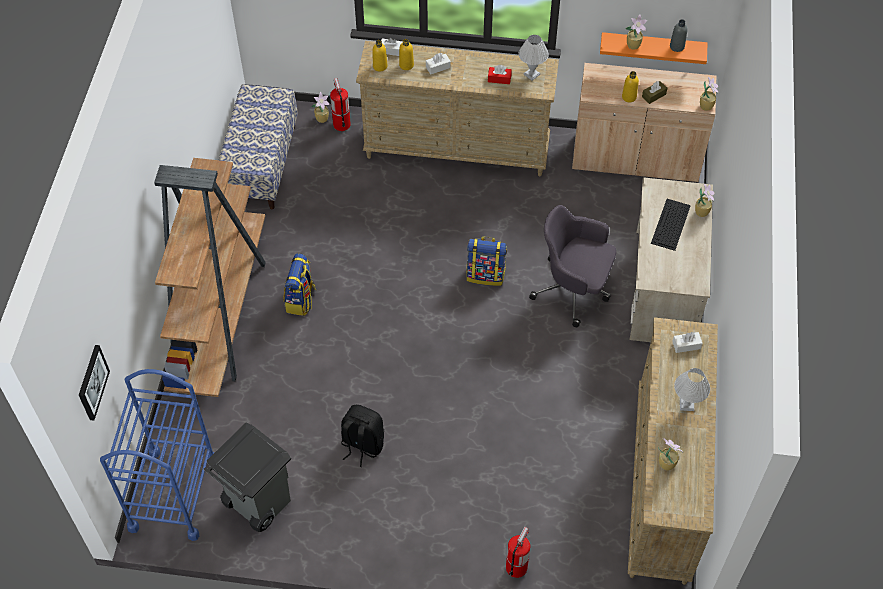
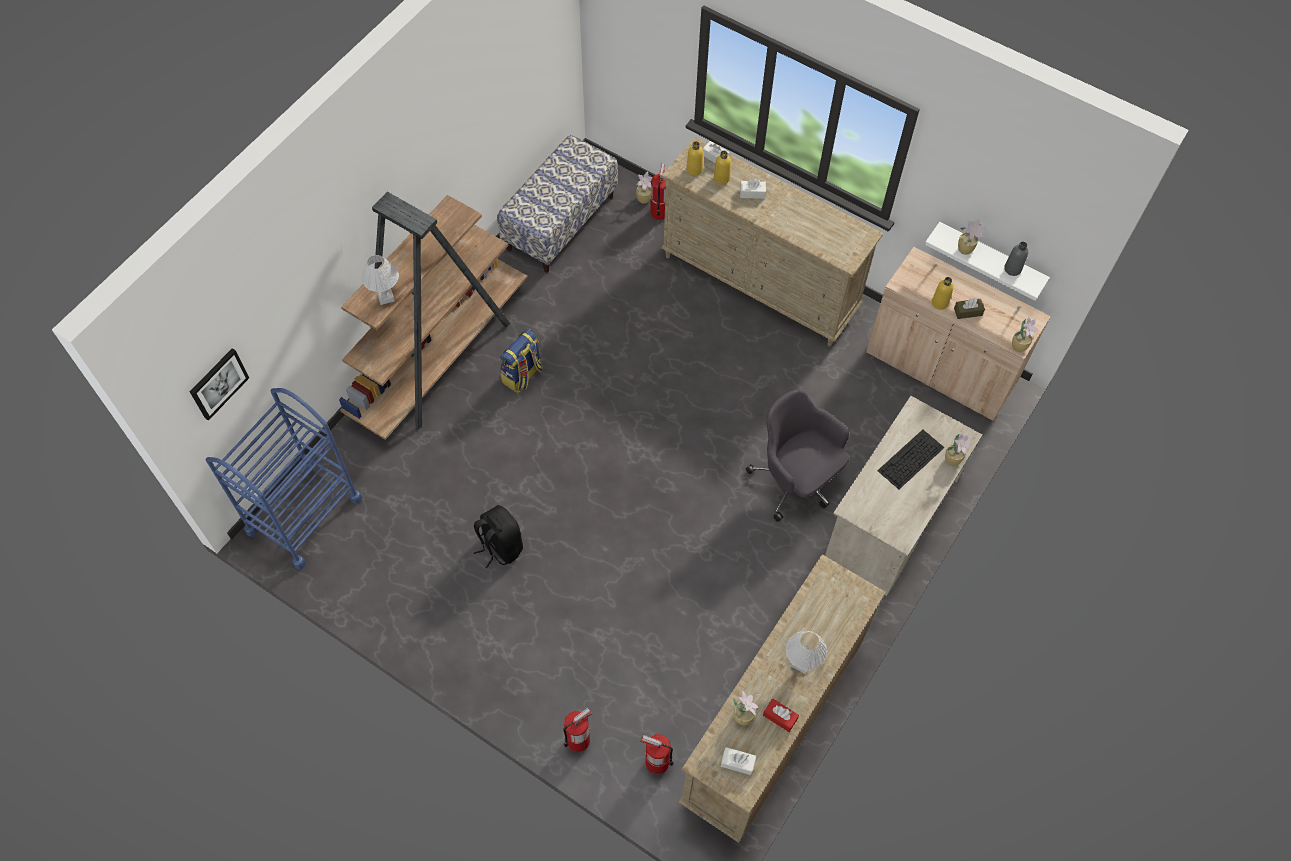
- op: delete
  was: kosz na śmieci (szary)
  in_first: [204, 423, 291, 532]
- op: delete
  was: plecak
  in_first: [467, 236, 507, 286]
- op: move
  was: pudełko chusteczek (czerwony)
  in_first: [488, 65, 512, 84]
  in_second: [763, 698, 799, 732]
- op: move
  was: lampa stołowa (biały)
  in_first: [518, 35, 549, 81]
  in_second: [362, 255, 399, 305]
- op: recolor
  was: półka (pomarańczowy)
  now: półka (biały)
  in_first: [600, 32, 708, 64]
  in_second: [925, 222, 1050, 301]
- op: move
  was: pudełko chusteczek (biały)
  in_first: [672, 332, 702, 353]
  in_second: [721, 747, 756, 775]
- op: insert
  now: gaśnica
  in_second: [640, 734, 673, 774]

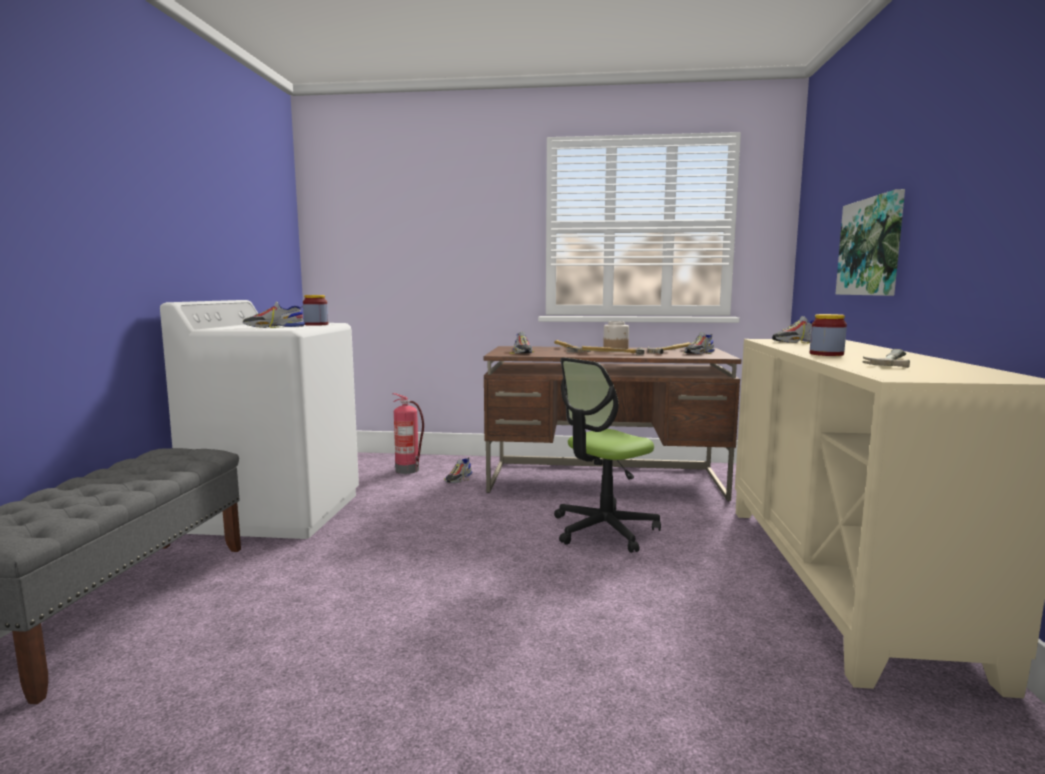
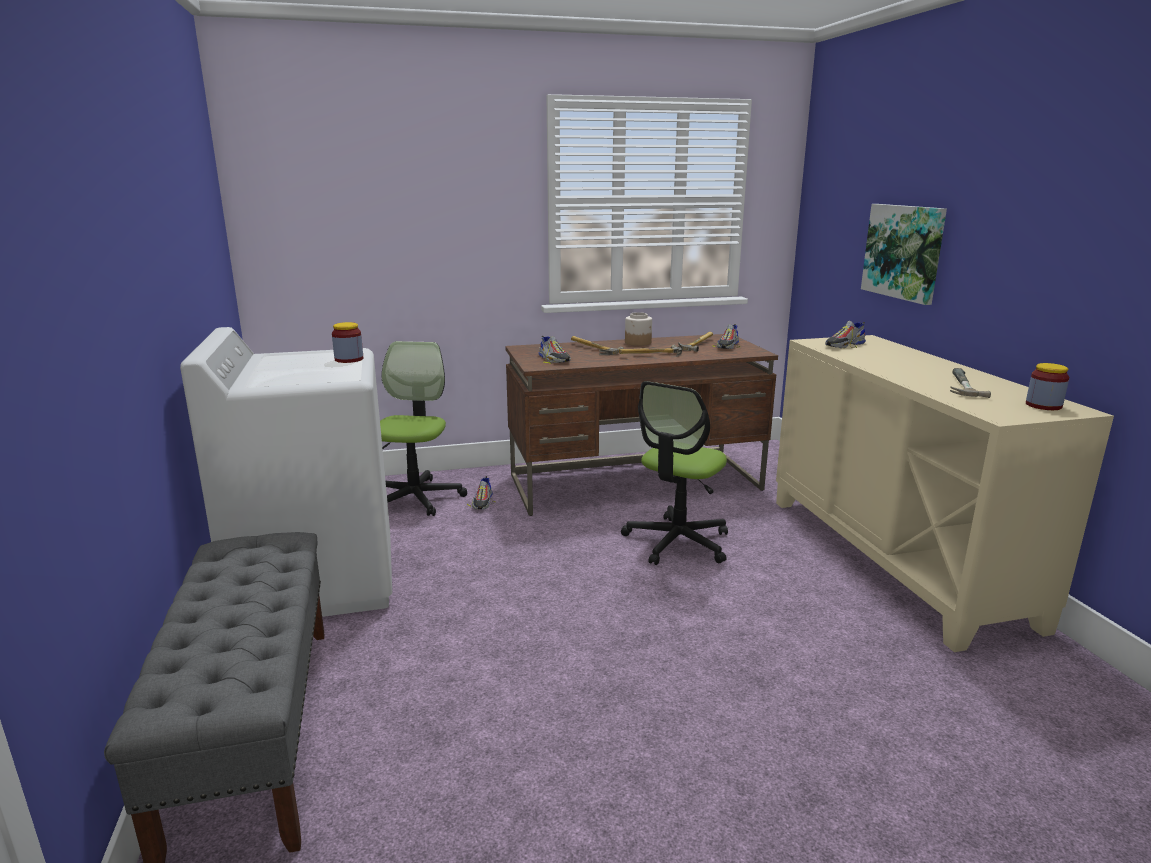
- op: delete
  was: but
  in_first: [243, 302, 305, 328]
- op: replace
  was: gaśnica
  now: krzesło biurowe
  in_first: [393, 393, 424, 474]
  in_second: [380, 341, 467, 516]
- op: move
  was: słoik
  in_first: [810, 314, 847, 356]
  in_second: [1026, 363, 1069, 410]

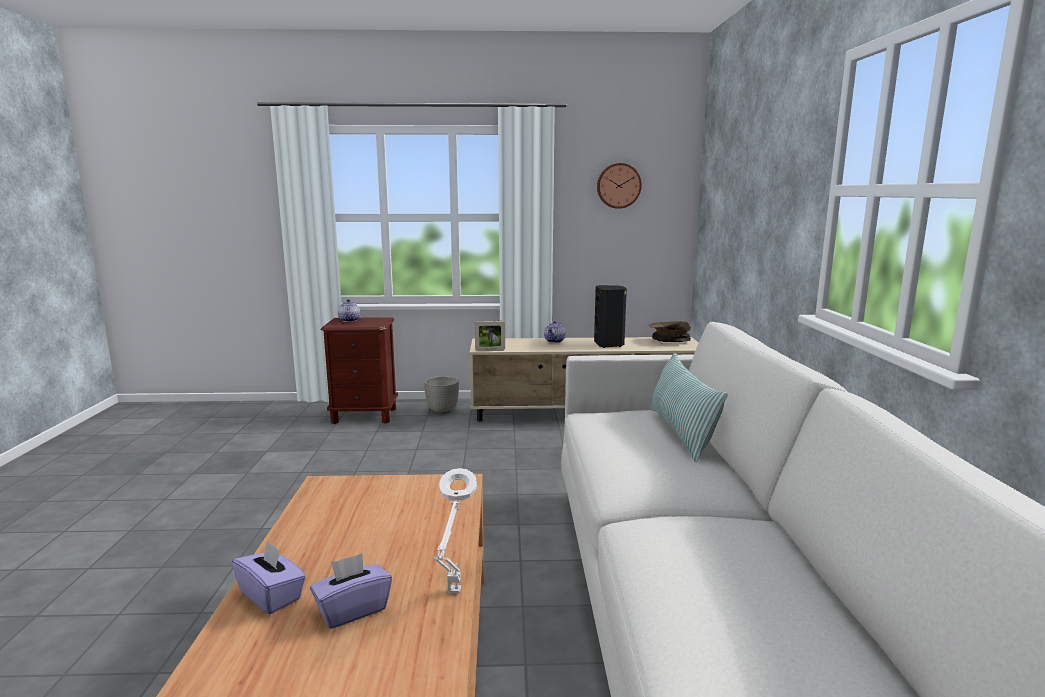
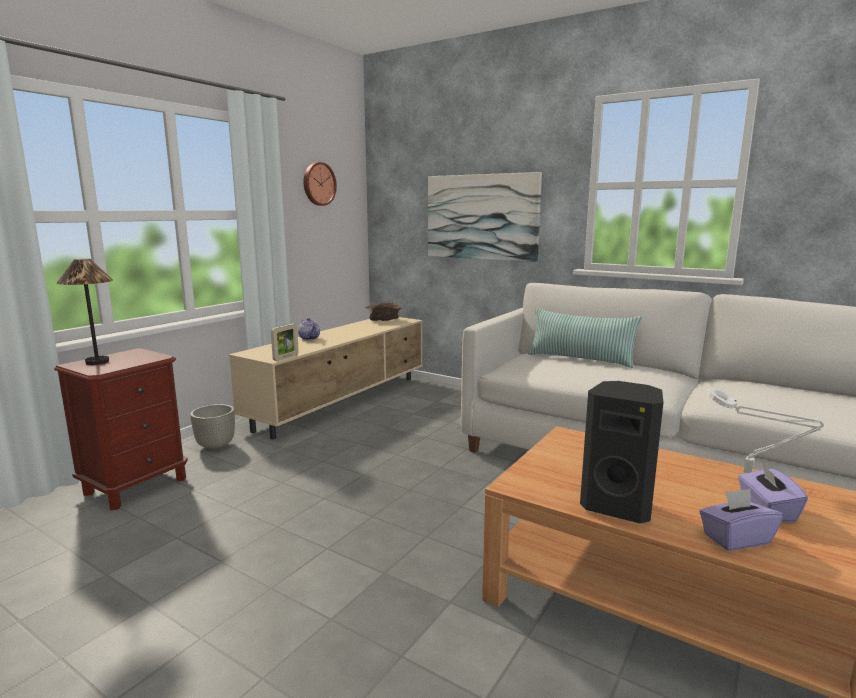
- op: replace
  was: imbryk
  now: lampa stołowa
  in_first: [338, 299, 360, 322]
  in_second: [57, 258, 113, 365]
- op: move
  was: głośnik (czarny)
  in_first: [594, 285, 627, 348]
  in_second: [580, 381, 663, 524]
- op: insert
  now: obraz
  in_second: [428, 172, 542, 262]

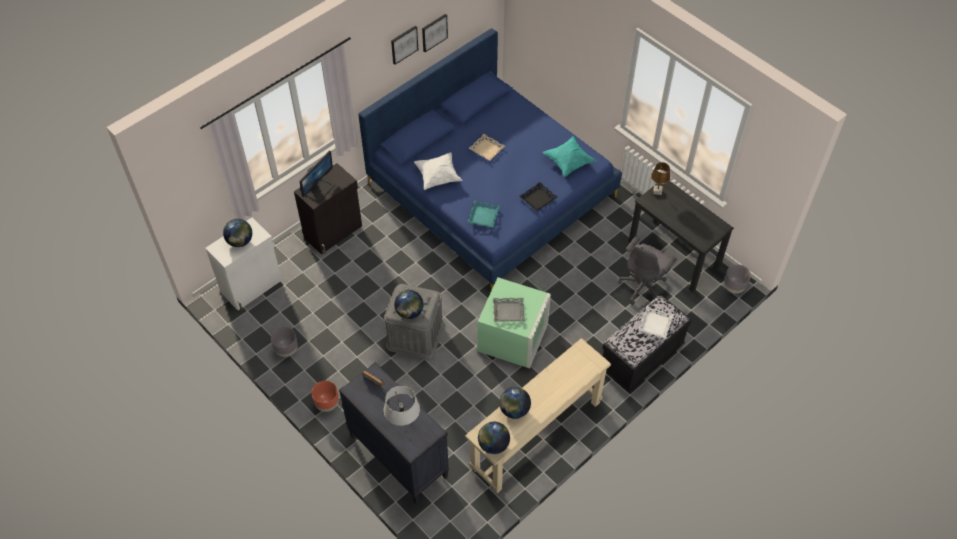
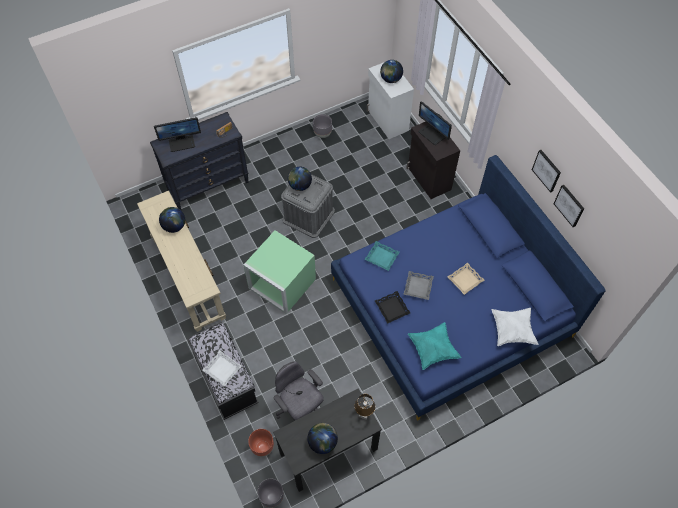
- op: move
  was: donica (brązowy)
  in_first: [312, 381, 339, 412]
  in_second: [248, 429, 274, 457]
- op: replace
  was: lampa stołowa (szary)
  now: monitor
  in_first: [384, 386, 420, 426]
  in_second: [154, 117, 201, 152]
- op: move
  was: poduszka (biały)
  in_first: [414, 152, 462, 190]
  in_second: [491, 308, 538, 346]
- op: move
  was: globus
  in_first: [478, 422, 510, 454]
  in_second: [307, 423, 338, 454]
- op: move
  was: taca (szary)
  in_first: [493, 298, 525, 322]
  in_second: [403, 271, 434, 300]

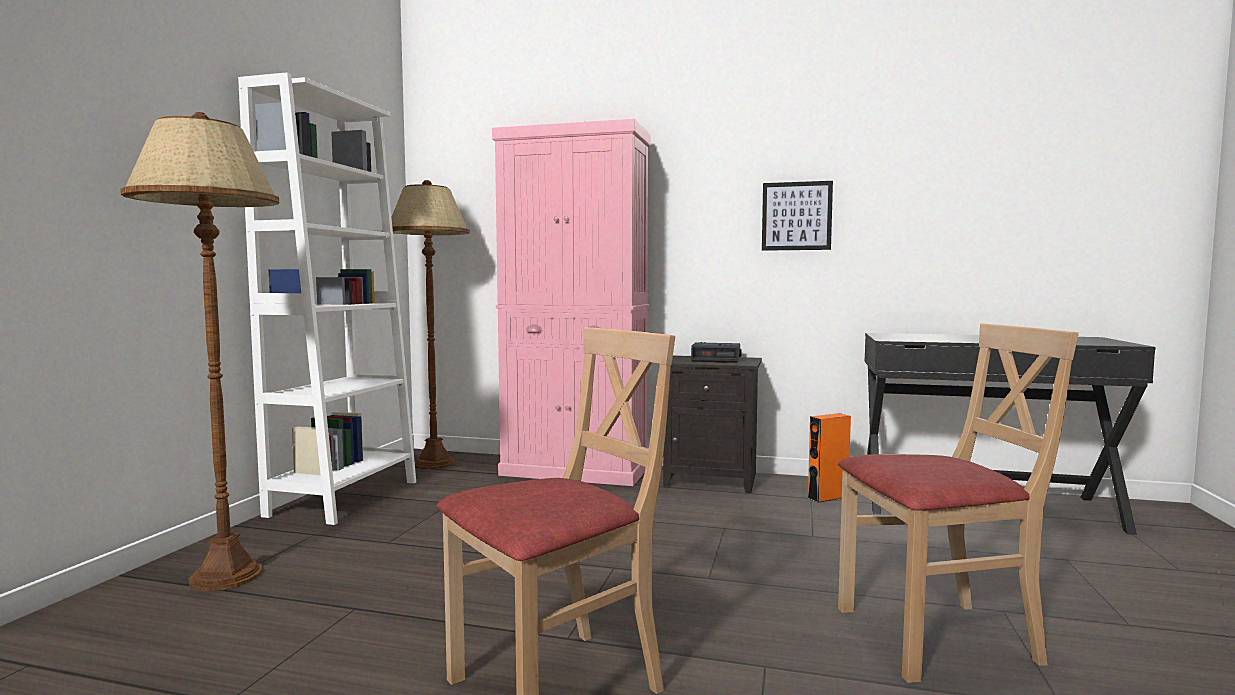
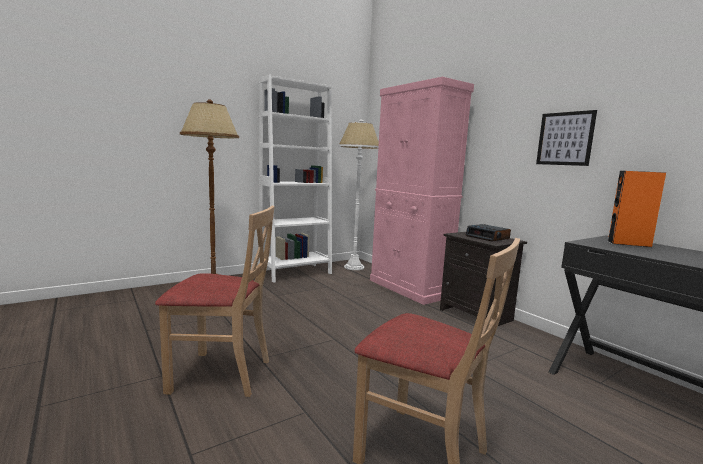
- op: recolor
  was: lampa stojąca (brązowy)
  now: lampa stojąca (biały)
  in_first: [391, 180, 470, 469]
  in_second: [338, 119, 379, 270]
- op: move
  was: głośnik (pomarańczowy)
  in_first: [808, 413, 851, 503]
  in_second: [607, 171, 666, 247]

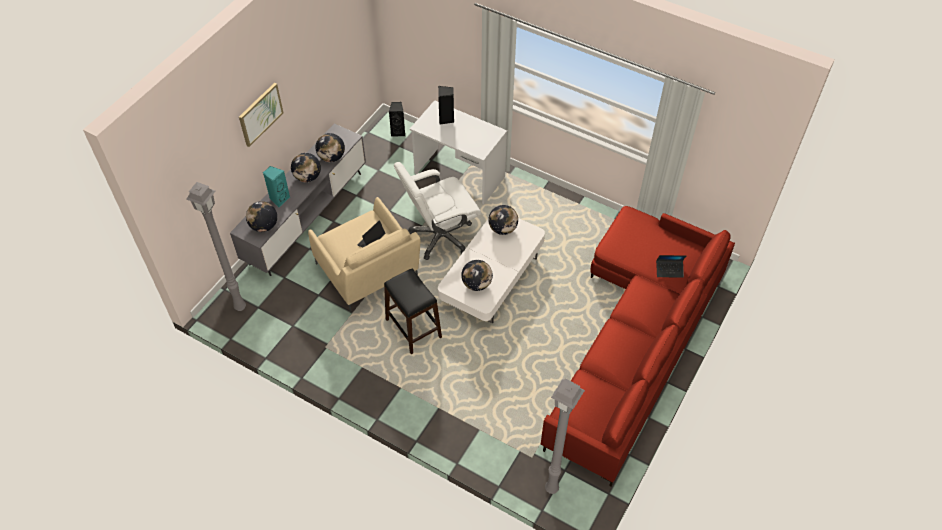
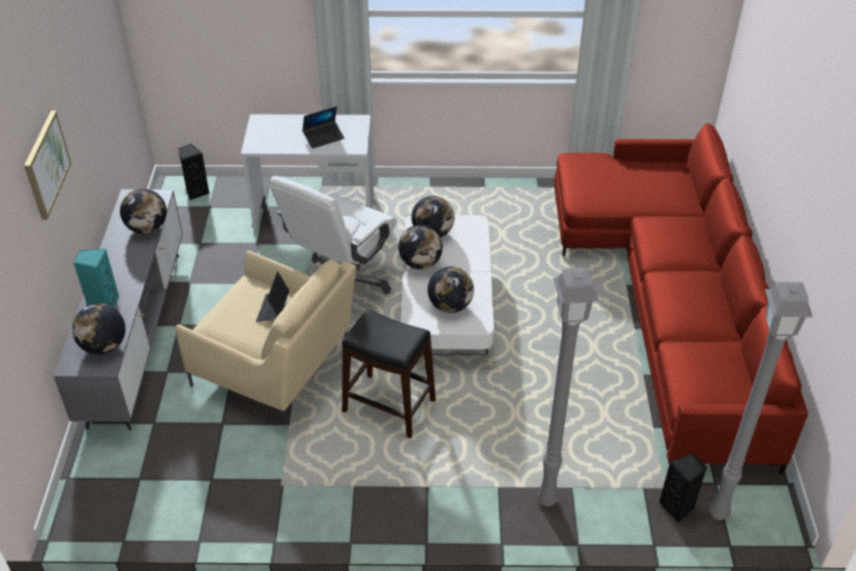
- op: move
  was: lampa stojąca (szary)
  in_first: [186, 182, 246, 311]
  in_second: [537, 268, 599, 506]
- op: move
  was: globus
  in_first: [291, 153, 321, 182]
  in_second: [398, 225, 443, 269]
- op: move
  was: głośnik (czarny)
  in_first: [438, 86, 454, 125]
  in_second: [659, 453, 707, 523]
- op: move
  was: laptop
  in_first: [656, 255, 686, 278]
  in_second: [302, 106, 344, 149]

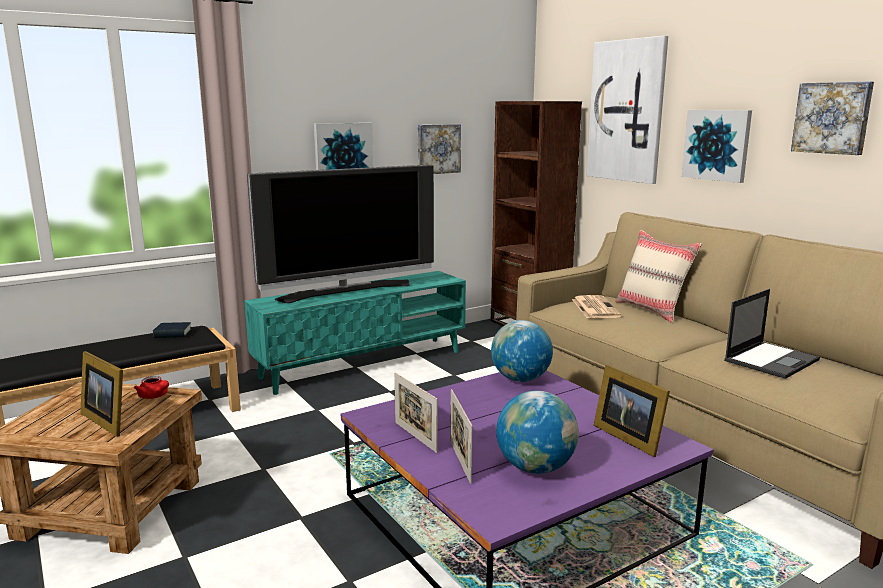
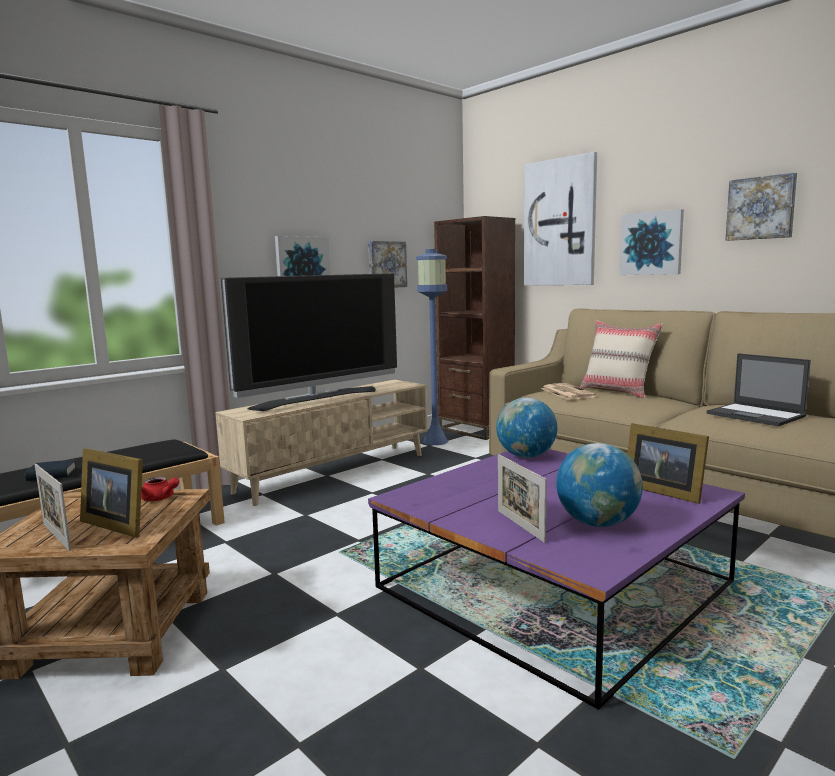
- op: move
  was: książka
  in_first: [153, 322, 192, 338]
  in_second: [25, 459, 77, 481]
- op: recolor
  was: szafka pod telewizor (turkusowy)
  now: szafka pod telewizor (beżowy)
  in_first: [244, 271, 466, 395]
  in_second: [215, 380, 427, 506]
- op: move
  was: ramka na zdjęcie
  in_first: [394, 372, 438, 453]
  in_second: [35, 464, 71, 551]
- op: rotate
  was: laptop
  in_first: [724, 289, 820, 379]
  in_second: [707, 353, 811, 426]
  clockwise: 105
- op: insert
  now: lampa stojąca (niebieski)
  in_second: [416, 249, 448, 445]

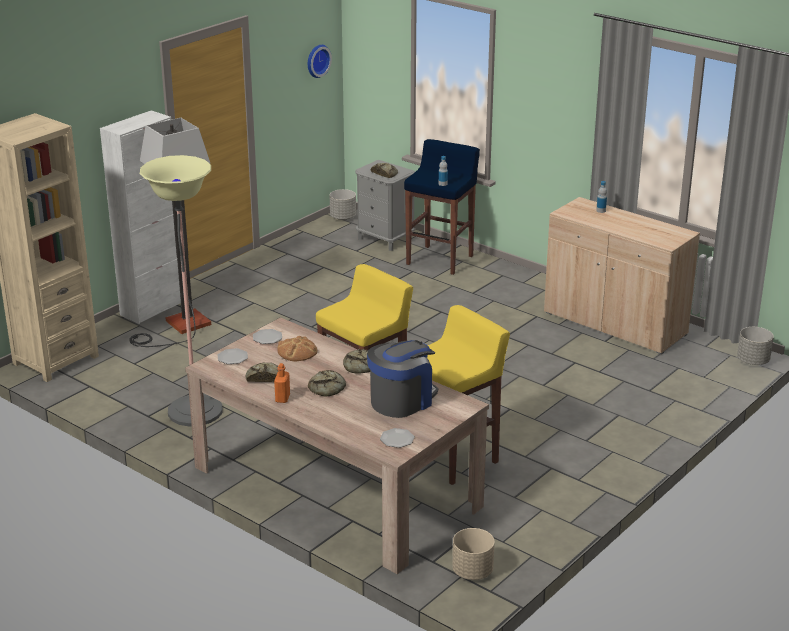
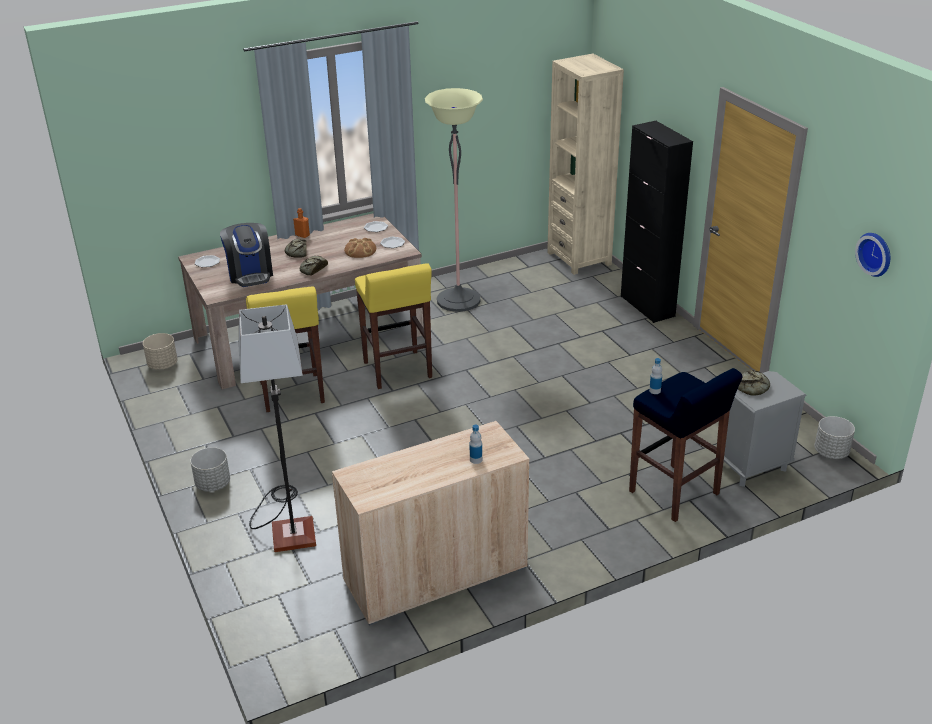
- op: recolor
  was: szafka (biały)
  now: szafka (czarny)
  in_first: [100, 110, 184, 324]
  in_second: [621, 121, 693, 323]
- op: move
  was: lampa stojąca
  in_first: [130, 118, 211, 347]
  in_second: [239, 304, 316, 552]
- op: delete
  was: chleb
  in_first: [246, 363, 278, 382]
- op: move
  was: donica (szary)
  in_first: [737, 327, 774, 365]
  in_second: [190, 447, 230, 492]

